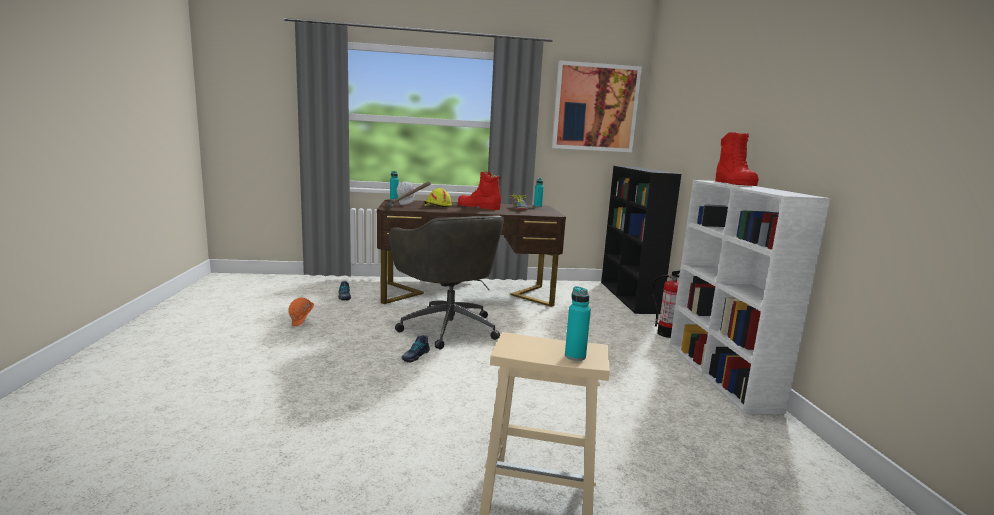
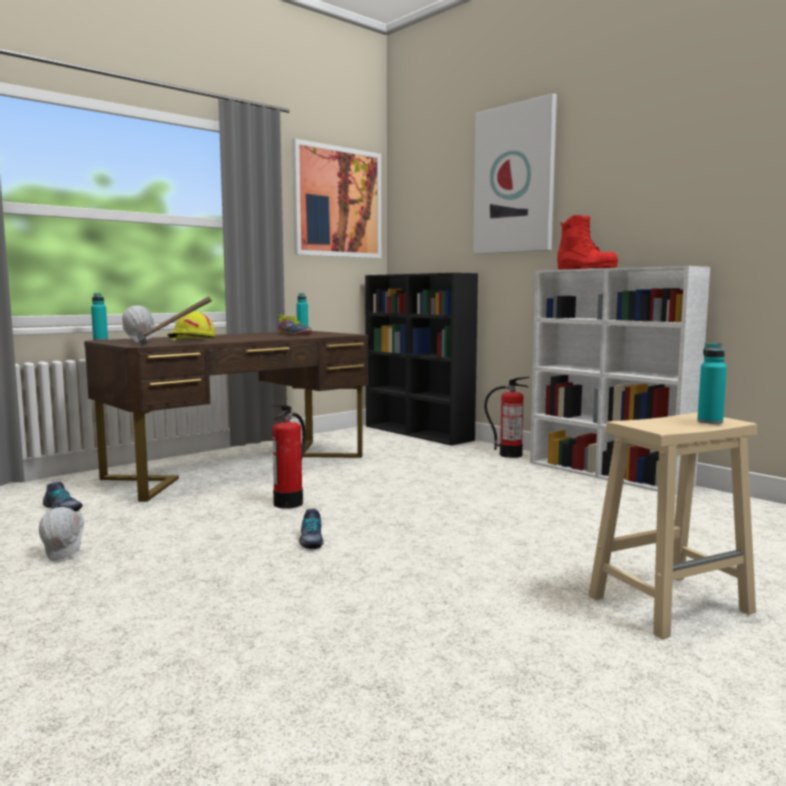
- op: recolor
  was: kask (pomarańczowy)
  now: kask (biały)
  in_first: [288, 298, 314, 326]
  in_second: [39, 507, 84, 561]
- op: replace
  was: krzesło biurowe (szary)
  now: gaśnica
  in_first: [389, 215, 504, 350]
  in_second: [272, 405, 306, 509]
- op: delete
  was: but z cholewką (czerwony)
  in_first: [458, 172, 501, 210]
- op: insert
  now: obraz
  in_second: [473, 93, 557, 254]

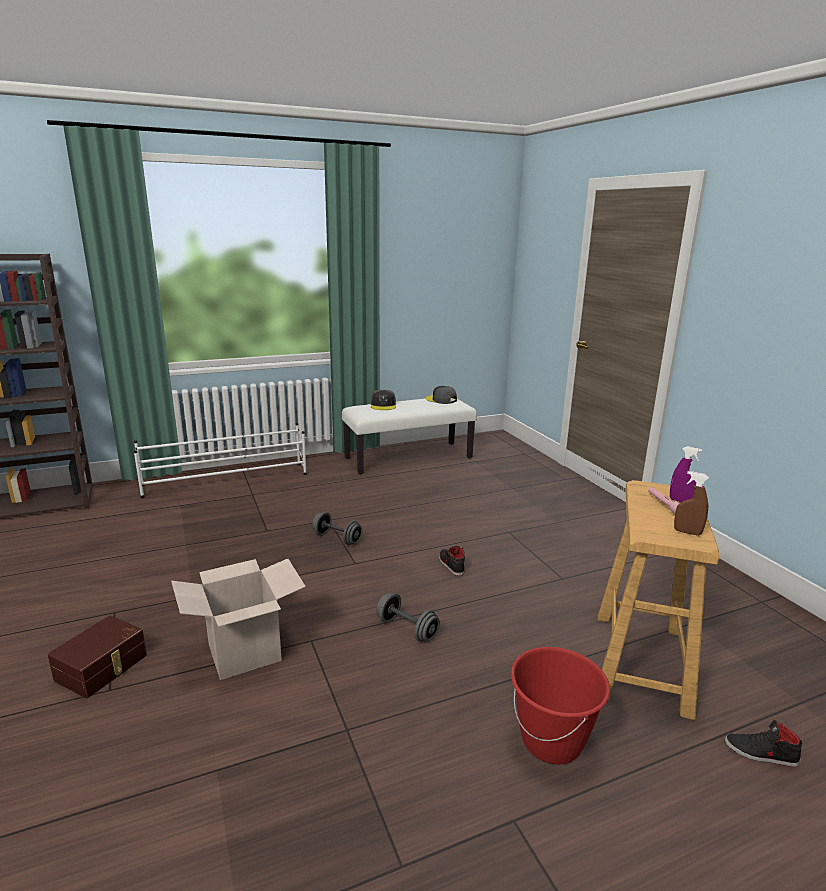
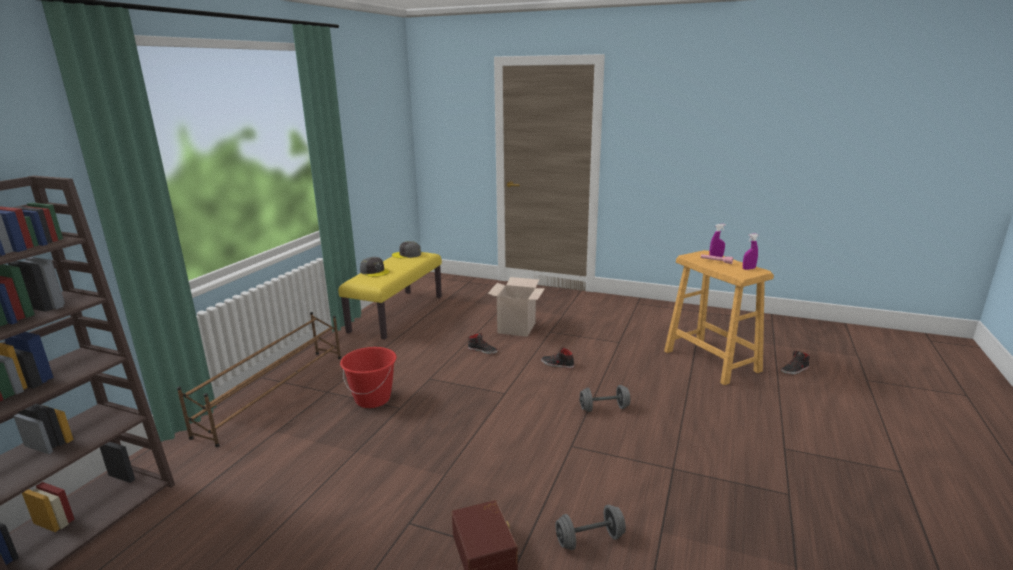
- op: recolor
  was: regał na buty (biały)
  now: regał na buty (brązowy)
  in_first: [134, 423, 307, 498]
  in_second: [177, 312, 341, 447]
- op: move
  was: karton
  in_first: [171, 559, 306, 680]
  in_second: [488, 277, 545, 337]
- op: move
  was: hantel (szary)
  in_first: [312, 512, 362, 545]
  in_second: [555, 505, 626, 550]
- op: recolor
  was: ławka (biały)
  now: ławka (żółty)
  in_first: [342, 398, 477, 474]
  in_second: [338, 252, 442, 340]
- op: move
  was: wiadro (czerwony)
  in_first: [511, 647, 610, 765]
  in_second: [340, 347, 397, 408]
- op: recolor
  was: spryskiwacz (brązowy)
  now: spryskiwacz (fioletowy)
  in_first: [674, 471, 709, 536]
  in_second: [743, 233, 758, 270]
- op: insert
  now: but (czarny)
  in_second: [468, 333, 497, 354]

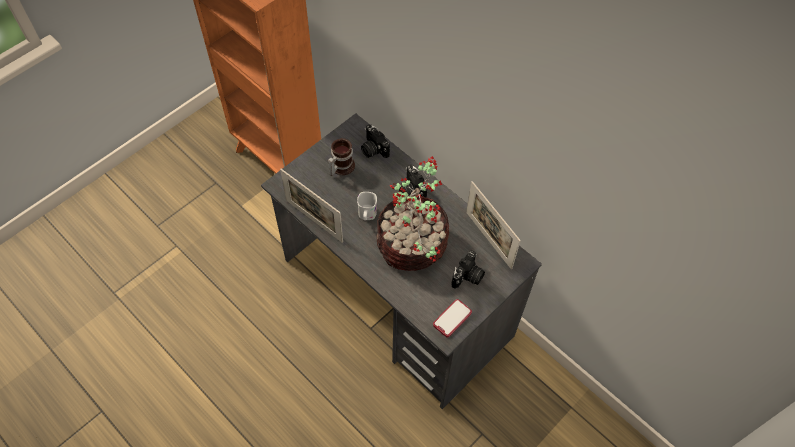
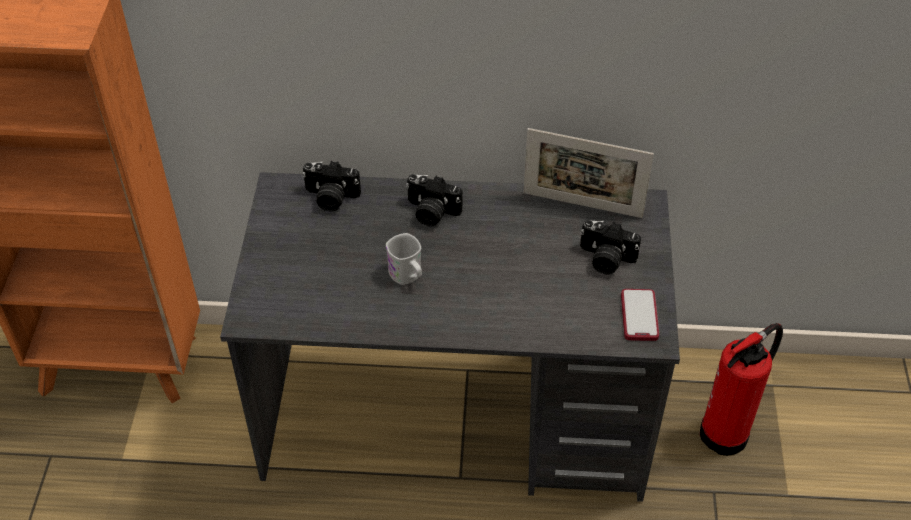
- op: delete
  was: ramka na zdjęcie
  in_first: [280, 169, 343, 243]
- op: delete
  was: kubek
  in_first: [328, 138, 355, 176]
- op: delete
  was: roślina doniczkowa
  in_first: [376, 156, 449, 271]
- op: rotate
  was: aparat fotograficzny
  in_first: [451, 250, 485, 289]
  in_second: [580, 220, 641, 275]
  clockwise: 120
- op: insert
  now: gaśnica
  in_second: [700, 323, 783, 456]

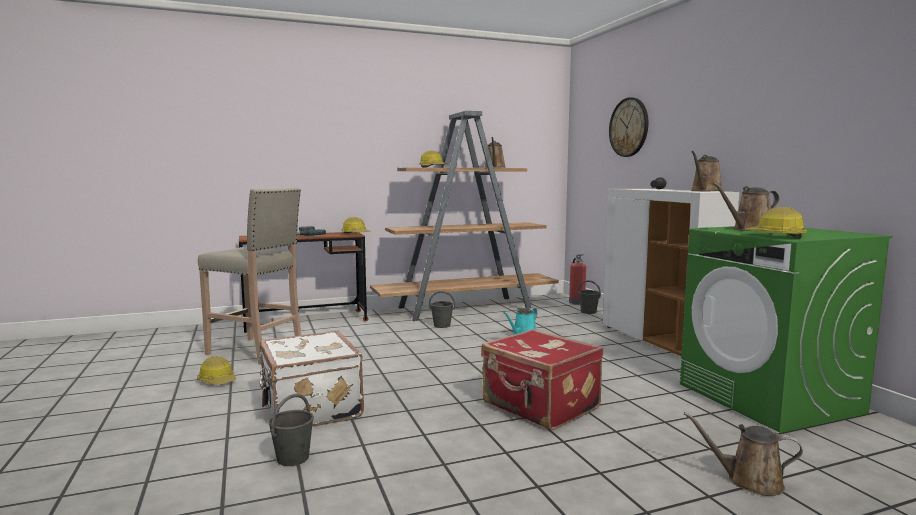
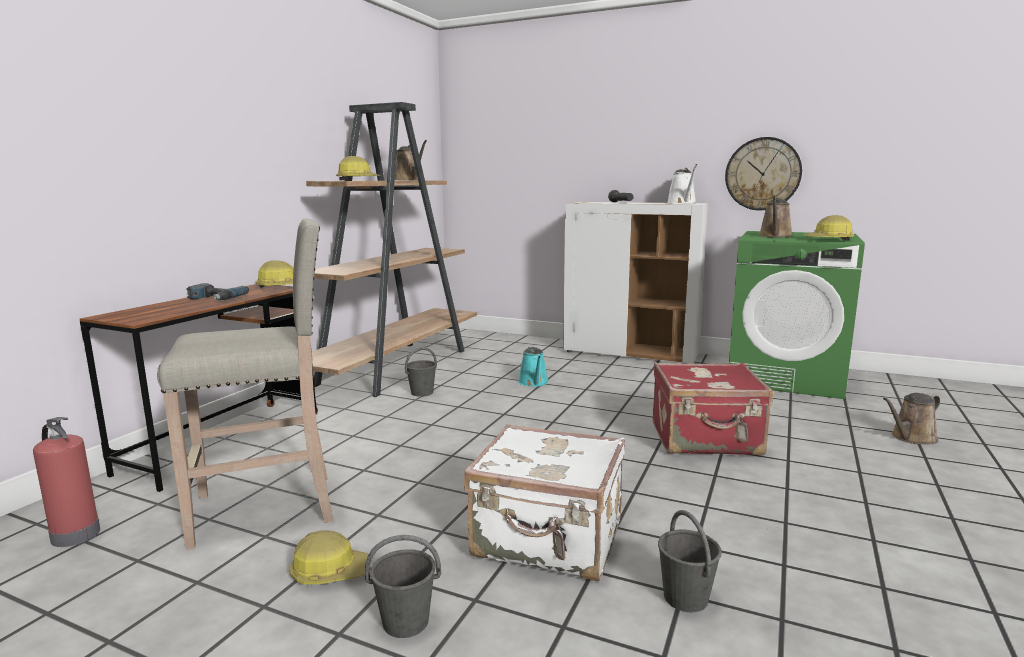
- op: move
  was: gaśnica
  in_first: [569, 254, 586, 305]
  in_second: [33, 417, 100, 547]
- op: move
  was: wiadro (szary)
  in_first: [578, 280, 601, 314]
  in_second: [365, 535, 441, 638]
- op: move
  was: zegar ścienny
  in_first: [609, 97, 648, 157]
  in_second: [725, 137, 802, 211]
- op: recolor
  was: konewka (brązowy)
  now: konewka (biały)
  in_first: [691, 151, 723, 192]
  in_second: [667, 164, 697, 204]

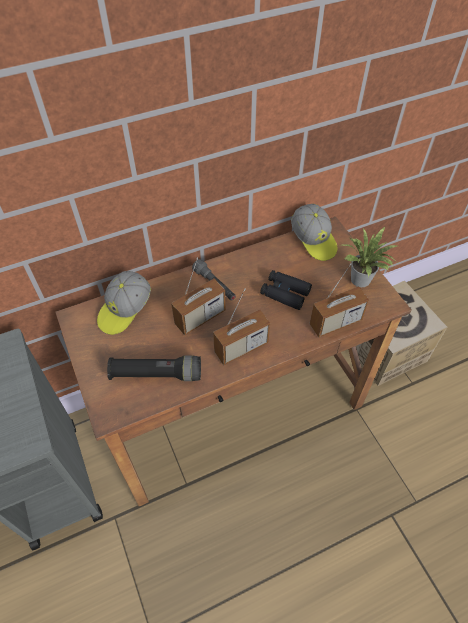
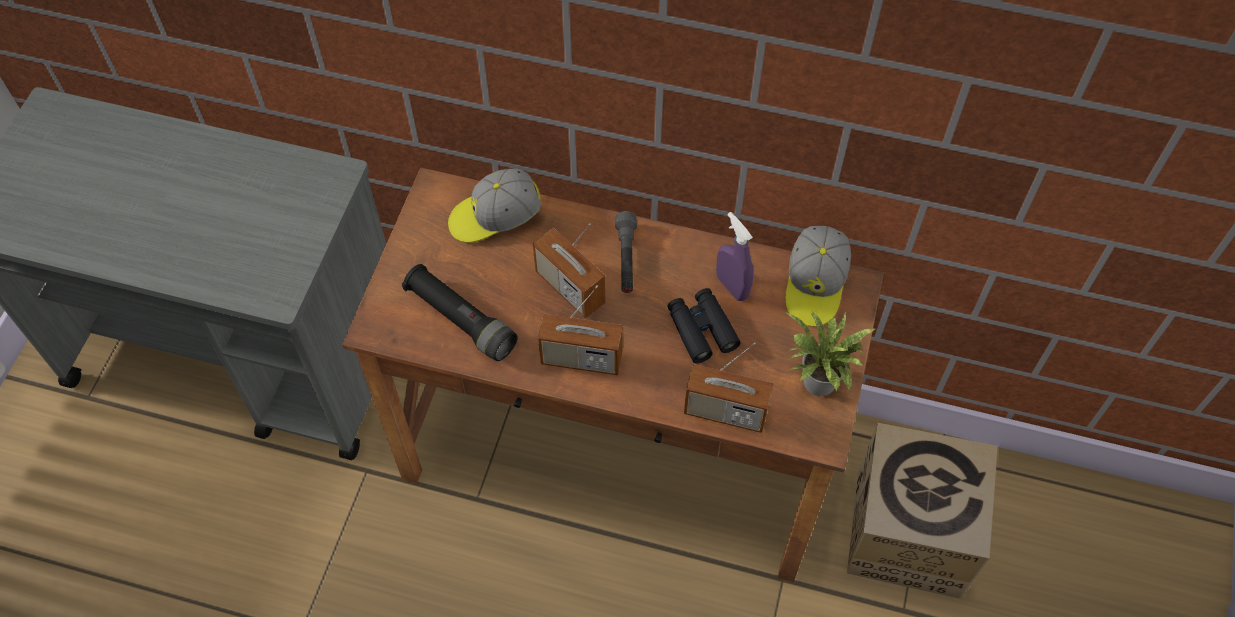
- op: rotate
  was: radio
  in_first: [171, 258, 226, 335]
  in_second: [533, 223, 606, 318]
  clockwise: 45
- op: insert
  now: spryskiwacz (fioletowy)
  in_second: [716, 212, 753, 301]

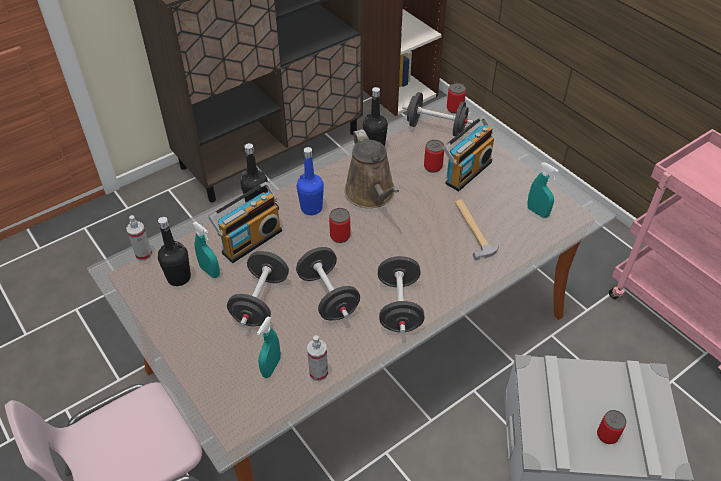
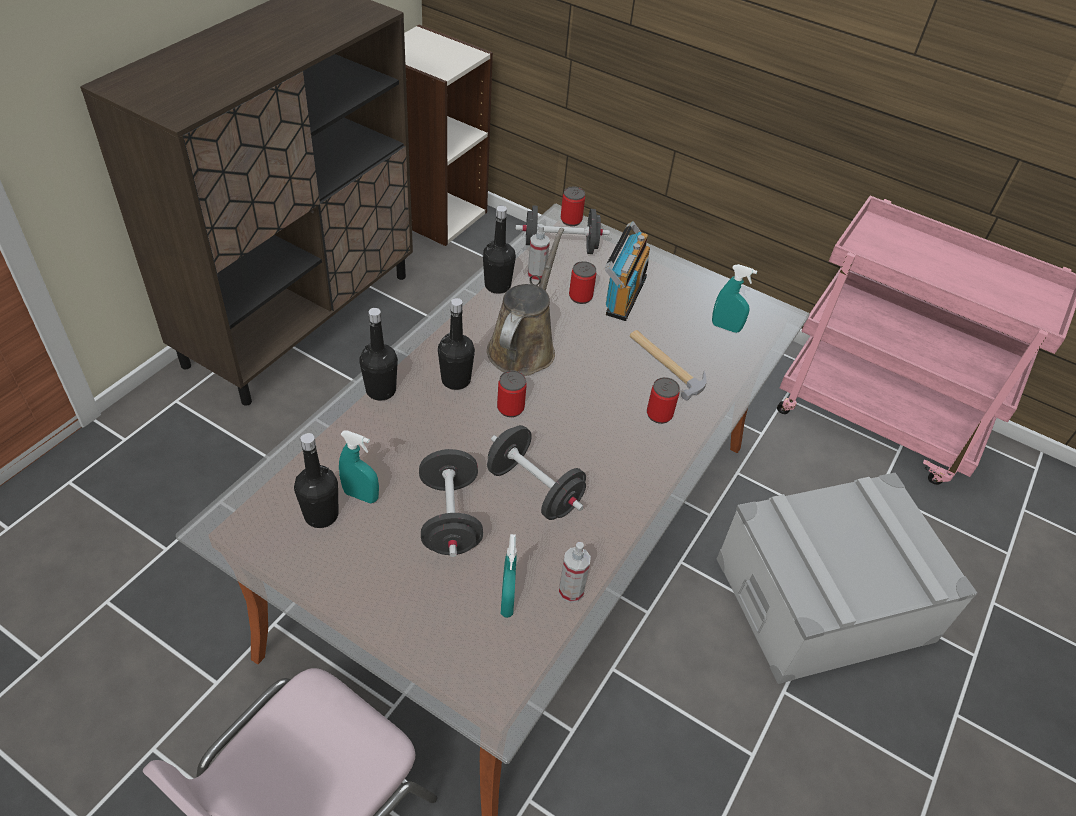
- op: move
  was: spryskiwacz
  in_first: [126, 215, 152, 261]
  in_second: [528, 224, 550, 282]
- op: delete
  was: radio
  in_first: [208, 182, 282, 263]
- op: recolor
  was: butelka (niebieski)
  now: butelka (czarny)
  in_first: [297, 147, 324, 215]
  in_second: [438, 298, 475, 390]
- op: rotate
  was: konewka (brązowy)
  in_first: [344, 129, 399, 208]
  in_second: [487, 228, 564, 375]
  clockwise: -120
- op: delete
  was: hantel (czarny)
  in_first: [378, 256, 425, 333]
- op: move
  was: puszka
  in_first: [597, 410, 627, 444]
  in_second: [647, 377, 680, 424]

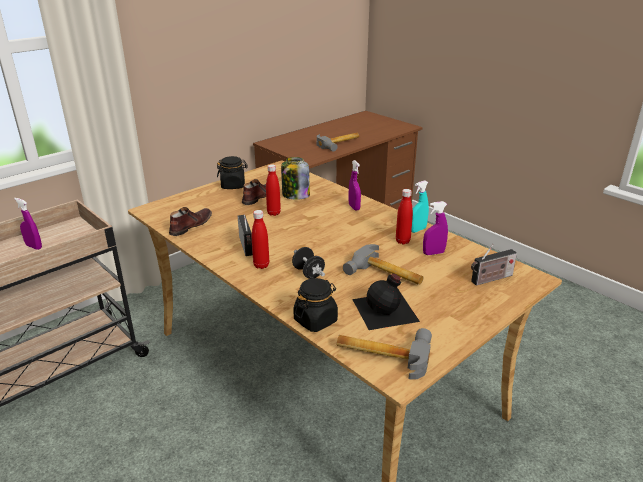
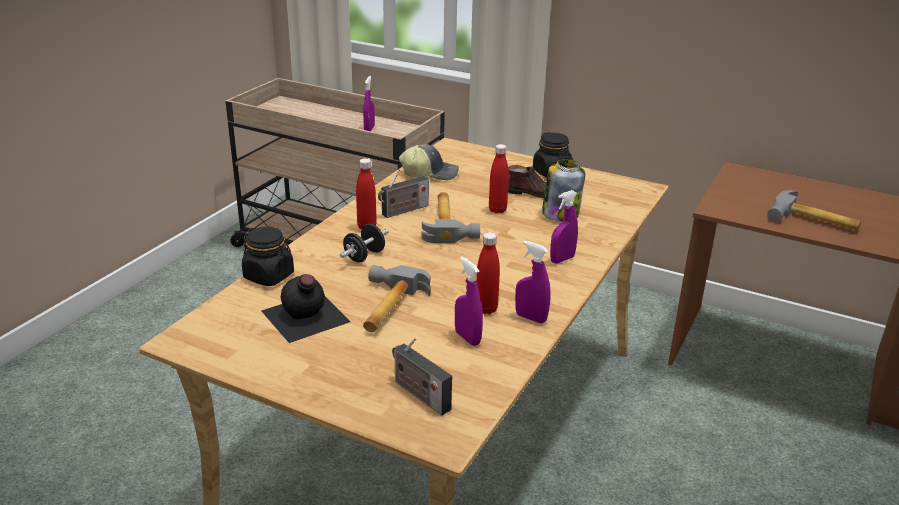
- op: replace
  was: but (brązowy)
  now: czapka z daszkiem
  in_first: [169, 207, 212, 236]
  in_second: [399, 144, 459, 180]
- op: move
  was: młotek
  in_first: [337, 328, 432, 380]
  in_second: [422, 192, 480, 243]
- op: recolor
  was: spryskiwacz (turkusowy)
  now: spryskiwacz (fioletowy)
  in_first: [411, 180, 429, 233]
  in_second: [515, 241, 551, 323]

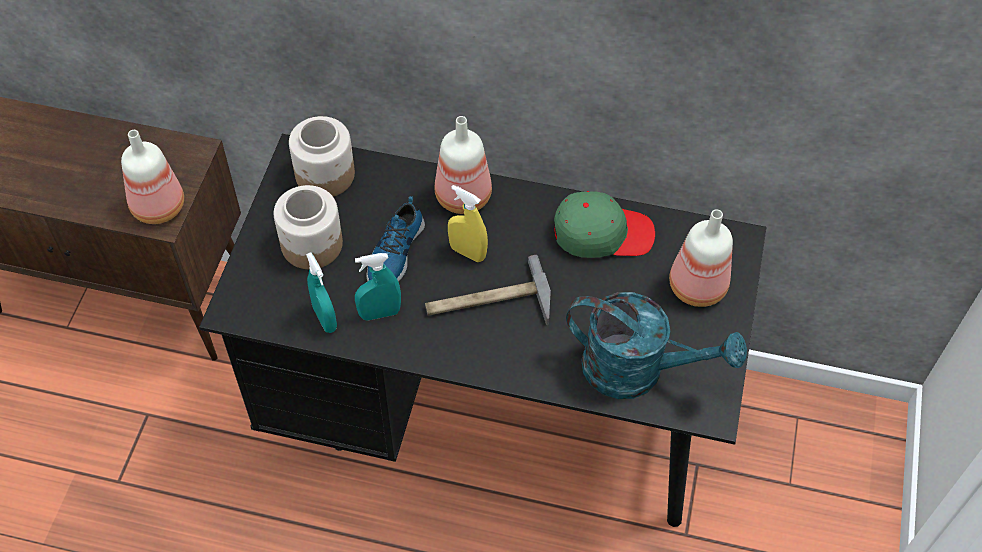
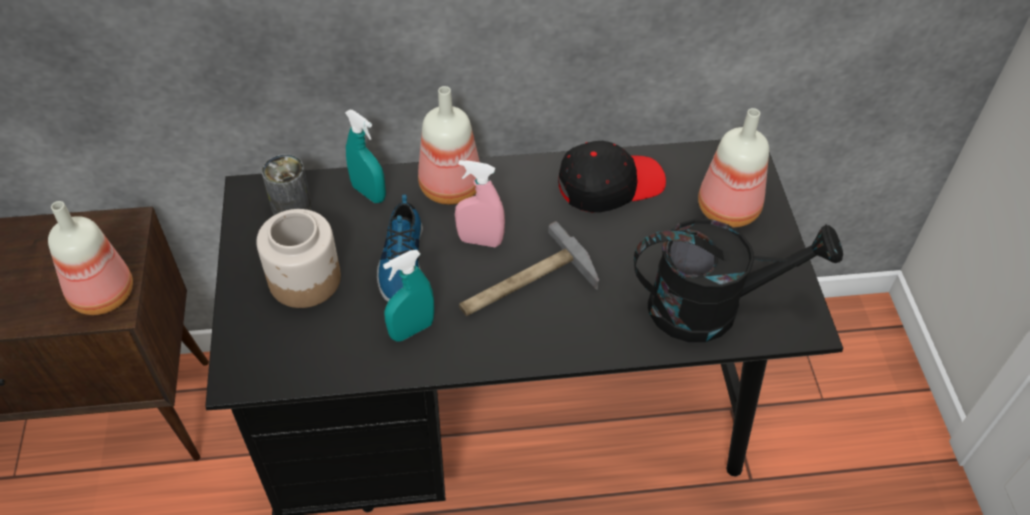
- op: replace
  was: słoik
  now: puszka
  in_first: [289, 116, 355, 197]
  in_second: [262, 154, 312, 215]
- op: move
  was: spryskiwacz (turkusowy)
  in_first: [306, 252, 337, 333]
  in_second: [345, 110, 386, 203]
- op: recolor
  was: spryskiwacz (żółty)
  now: spryskiwacz (różowy)
  in_first: [448, 185, 488, 262]
  in_second: [455, 160, 505, 247]
- op: recolor
  was: czapka z daszkiem (zielony)
  now: czapka z daszkiem (czarny)
  in_first: [554, 191, 655, 258]
  in_second: [558, 141, 666, 212]
- op: recolor
  was: konewka (turkusowy)
  now: konewka (czarny)
  in_first: [566, 292, 747, 399]
  in_second: [634, 219, 843, 342]

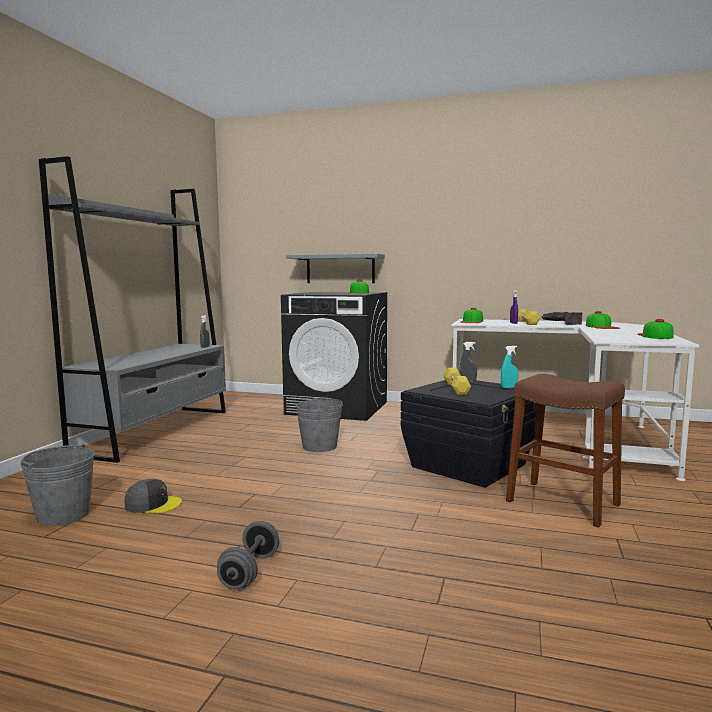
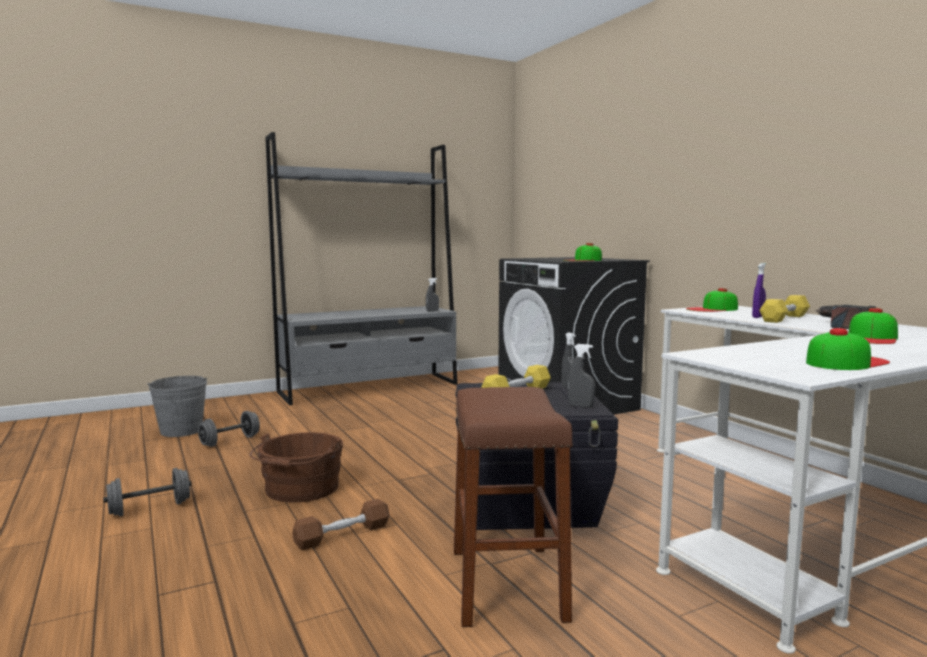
- op: replace
  was: czapka z daszkiem (szary)
  now: hantel (szary)
  in_first: [125, 479, 182, 514]
  in_second: [198, 411, 260, 447]
- op: delete
  was: półka (szary)
  in_first: [286, 254, 385, 283]
- op: delete
  was: wiadro (szary)
  in_first: [296, 397, 343, 452]
- op: recolor
  was: spryskiwacz (turkusowy)
  now: spryskiwacz (szary)
  in_first: [501, 345, 518, 388]
  in_second: [568, 344, 595, 408]
- op: insert
  now: wiadro (brązowy)
  in_second: [250, 432, 343, 502]
- op: insert
  now: hantel (brązowy)
  in_second: [292, 499, 390, 550]

